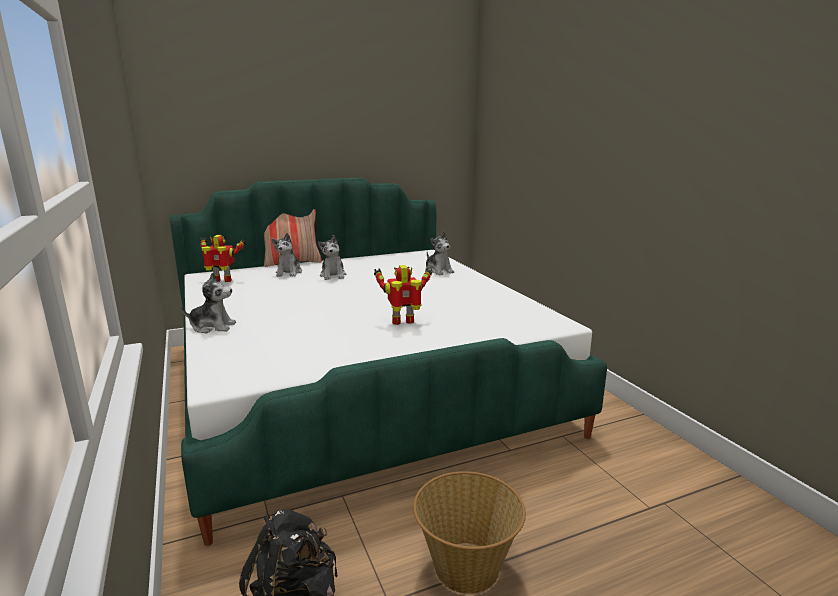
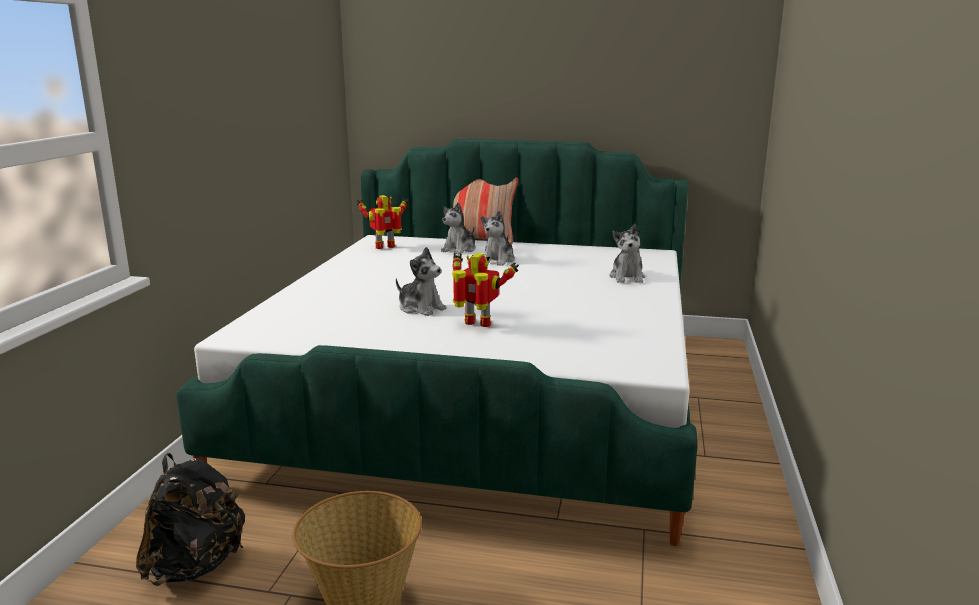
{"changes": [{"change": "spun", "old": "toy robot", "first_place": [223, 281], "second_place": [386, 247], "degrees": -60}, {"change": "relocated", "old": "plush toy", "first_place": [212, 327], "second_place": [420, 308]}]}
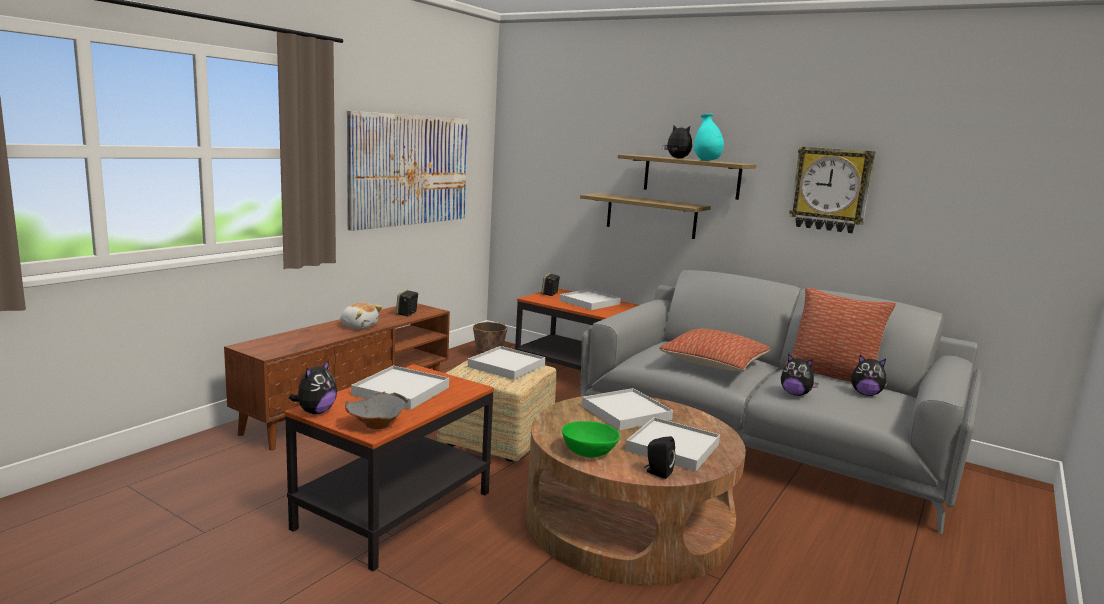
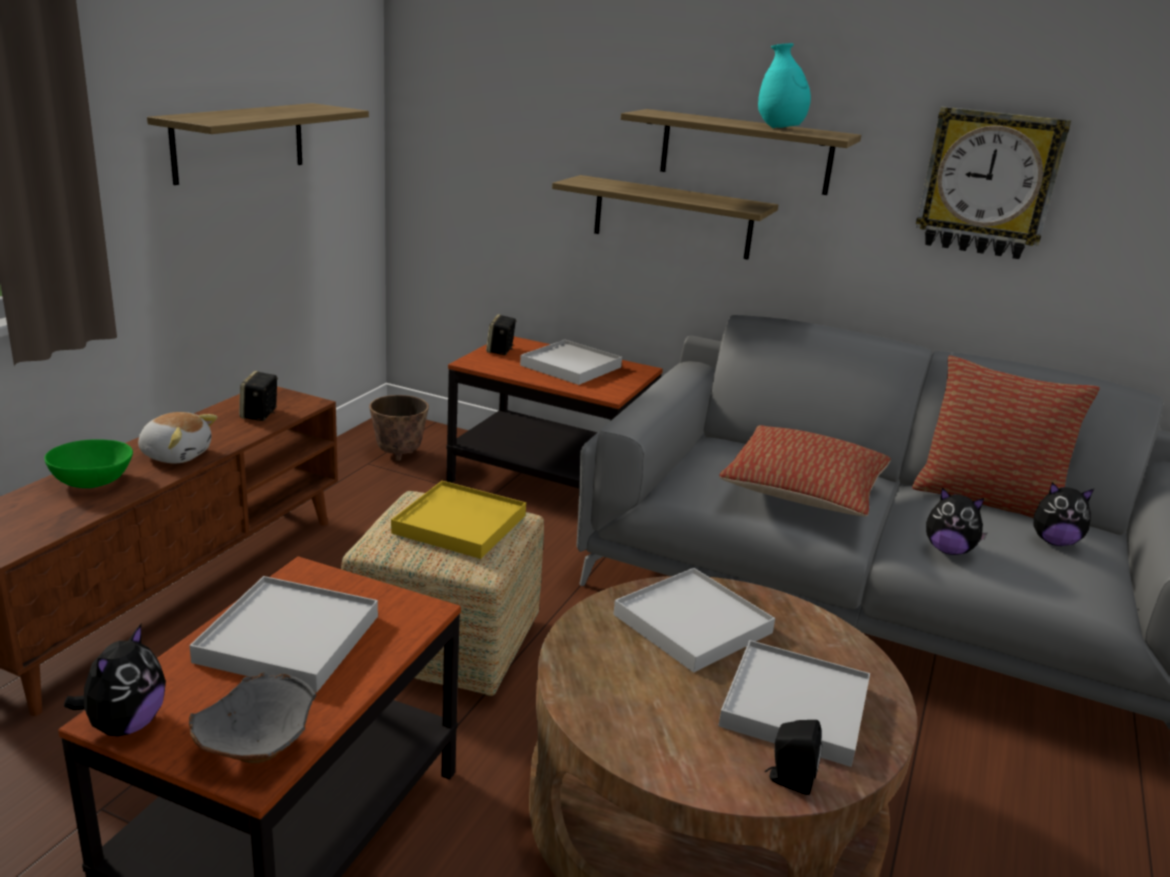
{"changes": [{"change": "relocated", "old": "green bowl", "first_place": [589, 451], "second_place": [92, 480]}, {"change": "exchanged", "old": "picture", "new": "shelf", "first_place": [410, 170], "second_place": [239, 141]}, {"change": "colour", "old": "white tray", "new": "yellow tray", "first_place": [507, 366], "second_place": [460, 524]}, {"change": "missing", "old": "plush toy", "first_place": [677, 158]}]}
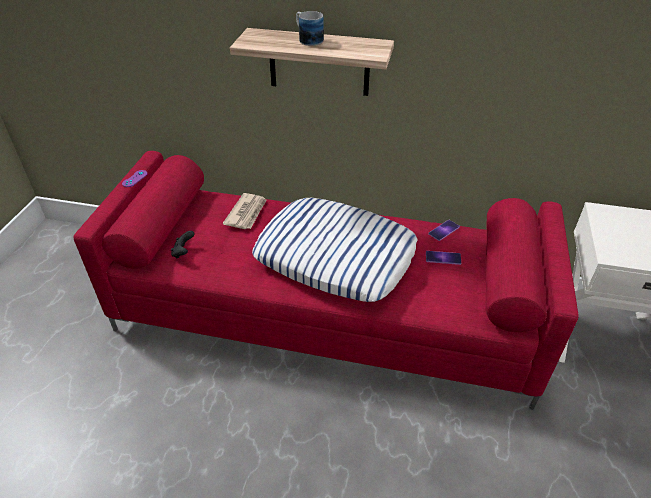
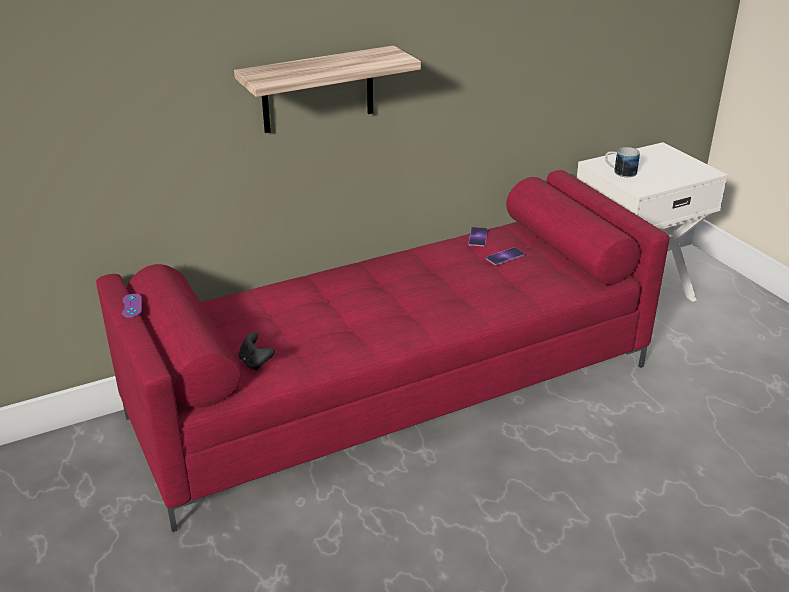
{"changes": [{"change": "relocated", "old": "mug", "first_place": [307, 39], "second_place": [619, 172]}, {"change": "missing", "old": "newspaper", "first_place": [247, 213]}, {"change": "missing", "old": "pillow", "first_place": [336, 256]}]}
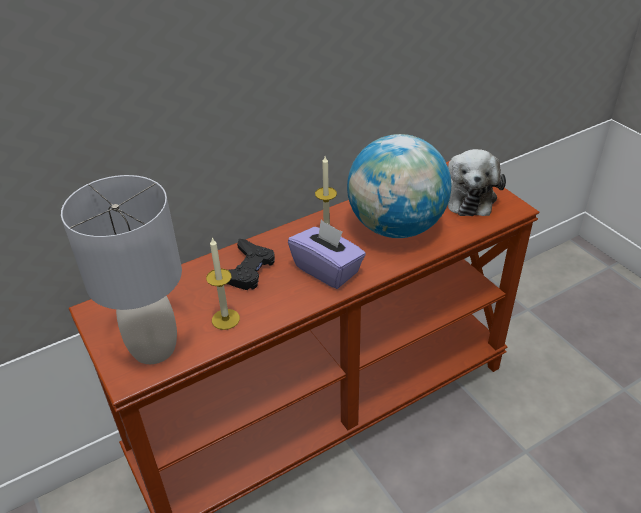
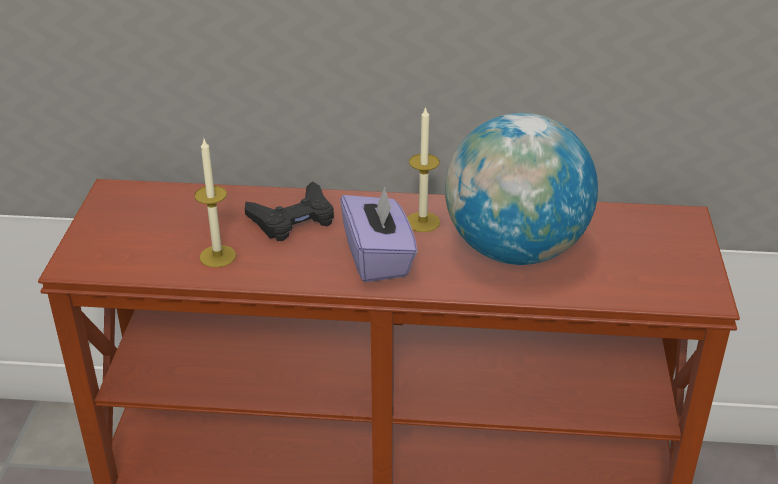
{"changes": [{"change": "missing", "old": "grey table lamp", "first_place": [155, 348]}, {"change": "missing", "old": "plush toy", "first_place": [467, 196]}]}
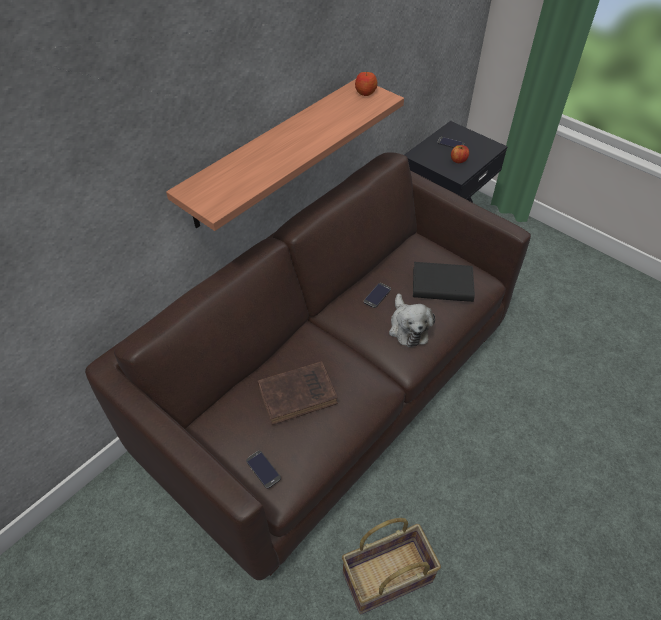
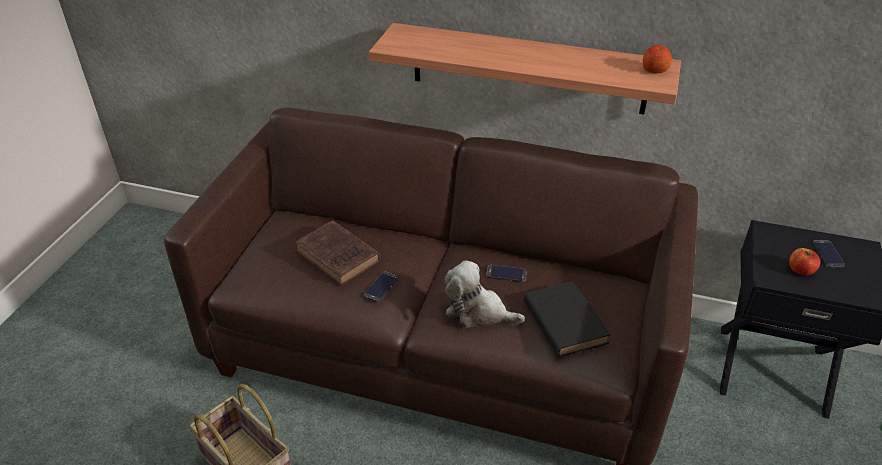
{"changes": [{"change": "relocated", "old": "phone", "first_place": [263, 469], "second_place": [381, 287]}, {"change": "spun", "old": "plush toy", "first_place": [408, 327], "second_place": [478, 312], "degrees": 60}]}
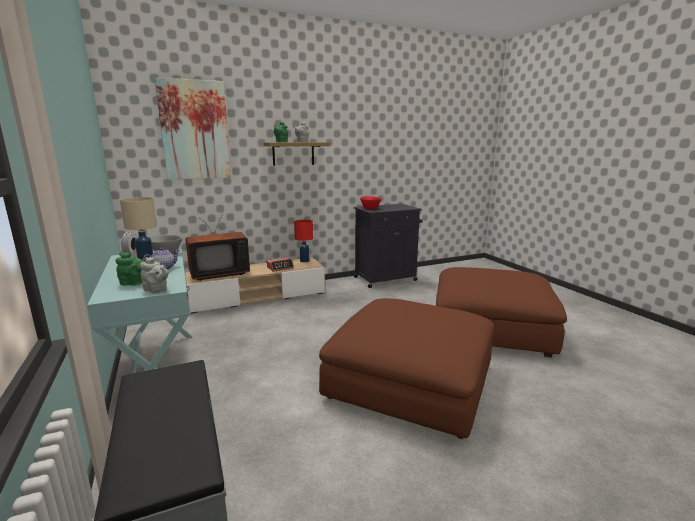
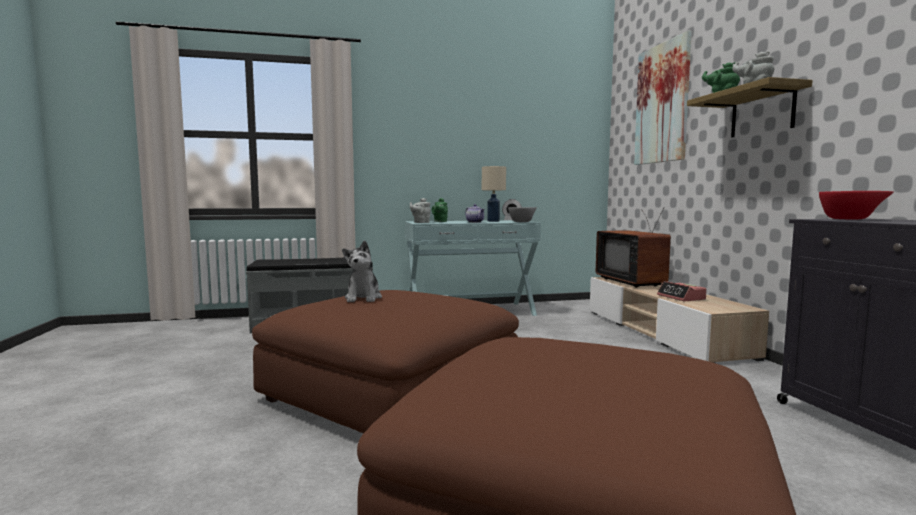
{"changes": [{"change": "appeared", "new": "plush toy", "second_place": [363, 298]}, {"change": "missing", "old": "red table lamp", "first_place": [304, 261]}]}
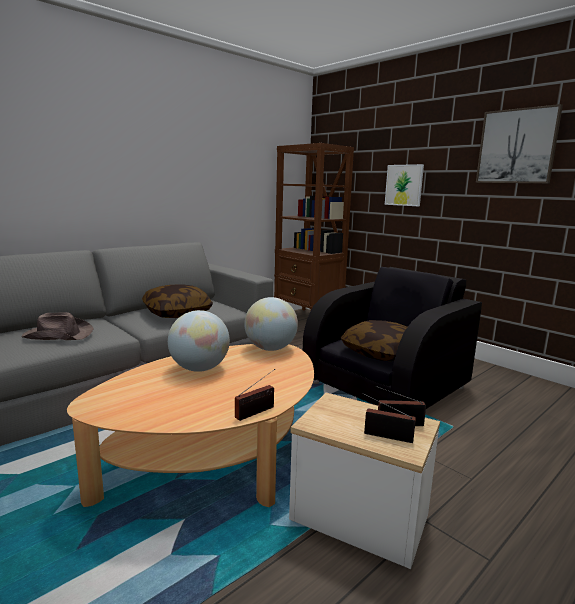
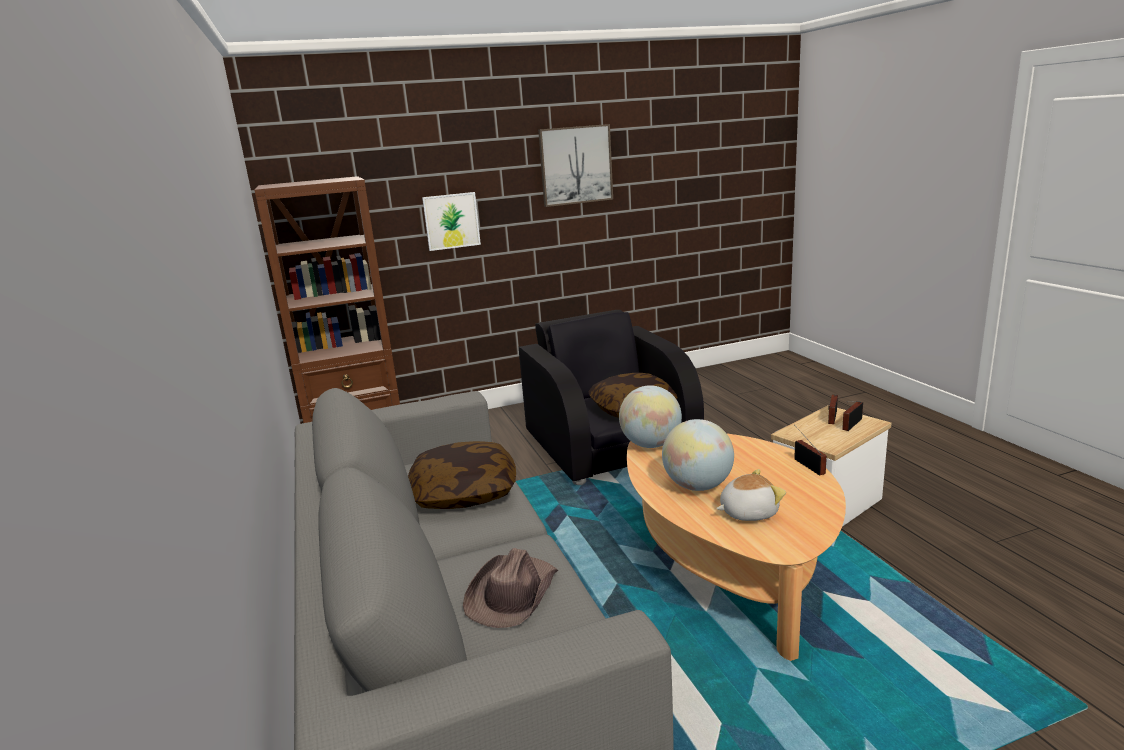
{"changes": [{"change": "appeared", "new": "plush toy", "second_place": [747, 512]}]}
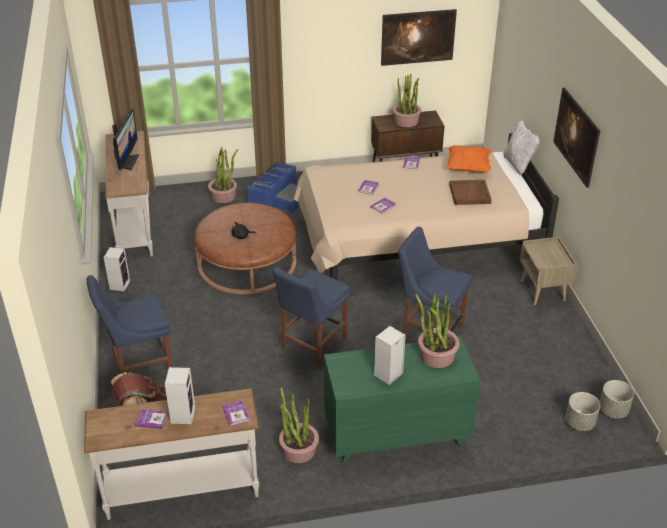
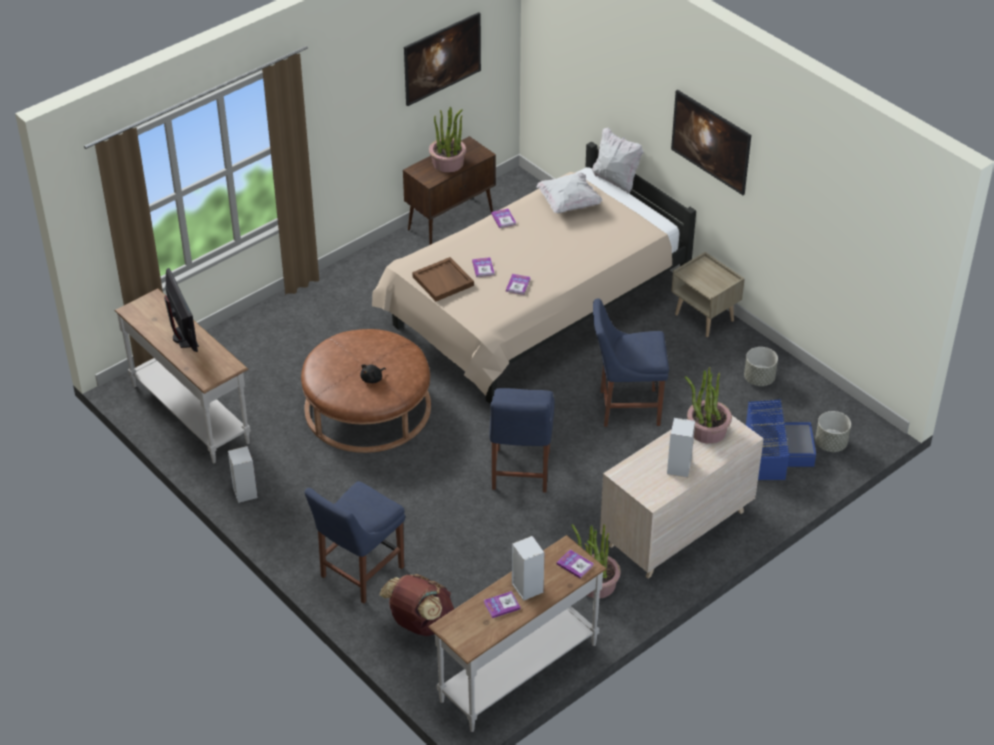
{"changes": [{"change": "relocated", "old": "brown tray", "first_place": [470, 194], "second_place": [443, 281]}, {"change": "colour", "old": "orange pillow", "new": "white pillow", "first_place": [468, 168], "second_place": [568, 203]}, {"change": "colour", "old": "green dresser", "new": "beige dresser", "first_place": [396, 435], "second_place": [676, 529]}, {"change": "relocated", "old": "grey planter", "first_place": [613, 410], "second_place": [759, 379]}, {"change": "relocated", "old": "blue storage box", "first_place": [279, 197], "second_place": [775, 450]}, {"change": "missing", "old": "potted plant", "first_place": [223, 196]}]}
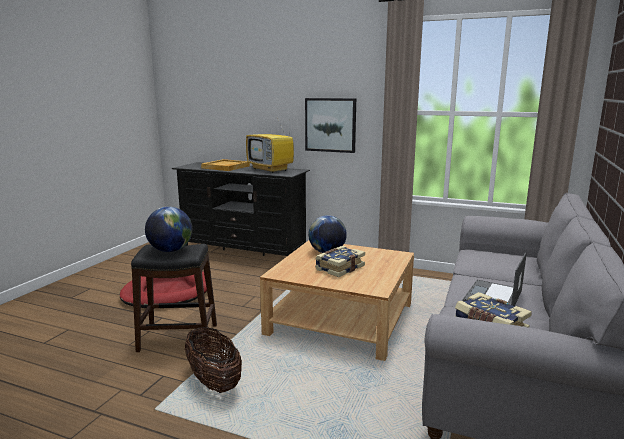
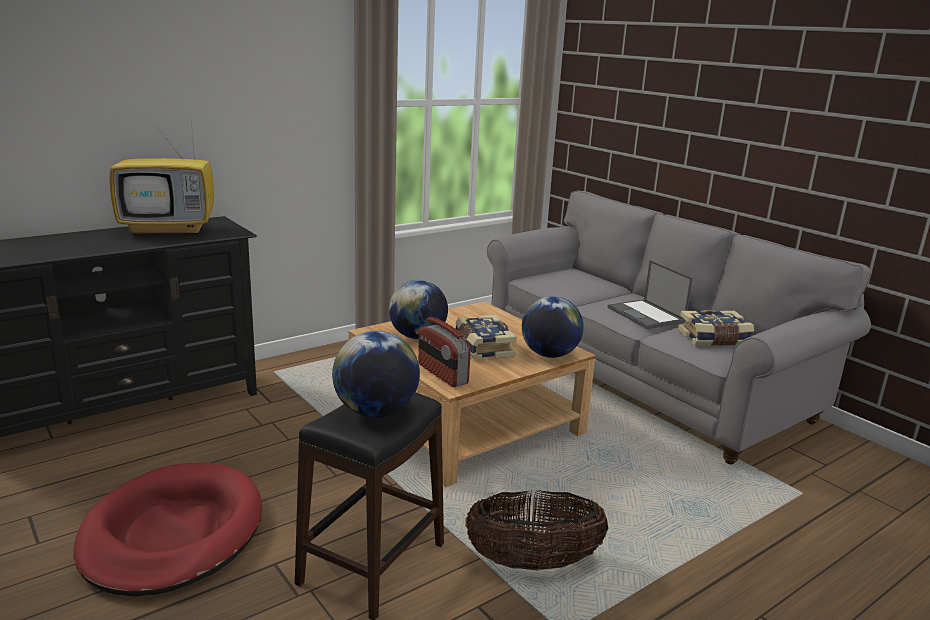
{"changes": [{"change": "appeared", "new": "radio", "second_place": [442, 374]}, {"change": "appeared", "new": "globe", "second_place": [549, 354]}, {"change": "missing", "old": "beige tray", "first_place": [225, 167]}, {"change": "missing", "old": "picture", "first_place": [330, 125]}]}
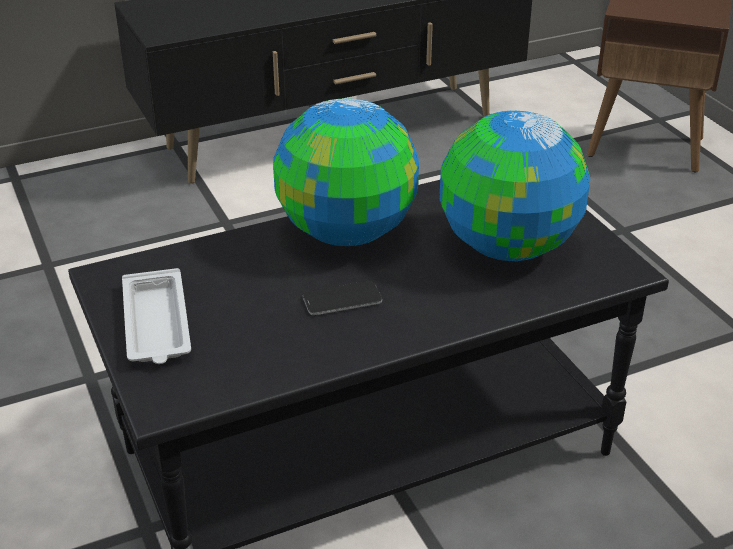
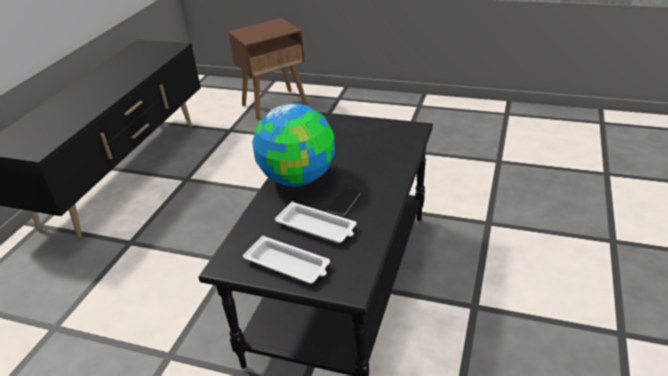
{"changes": [{"change": "appeared", "new": "white tray", "second_place": [317, 227]}, {"change": "missing", "old": "globe", "first_place": [507, 247]}]}
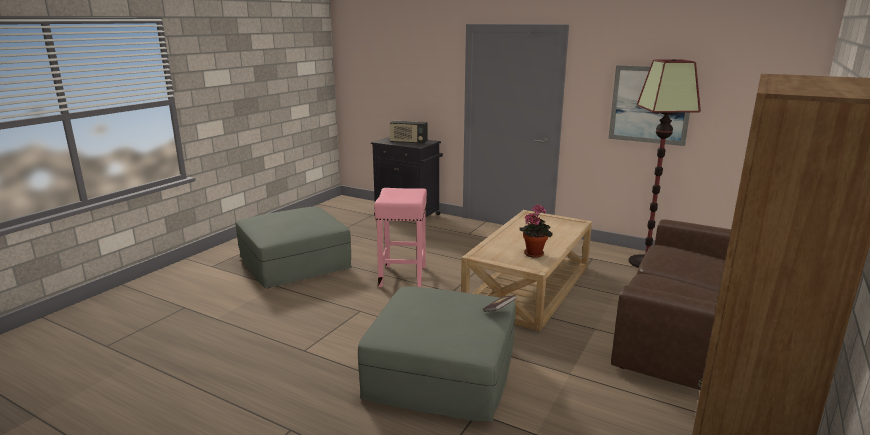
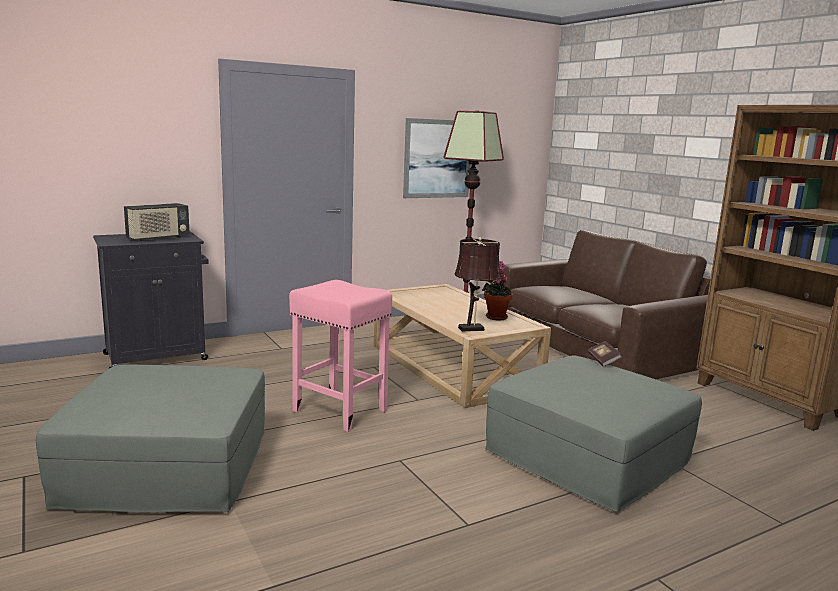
{"changes": [{"change": "appeared", "new": "brown table lamp", "second_place": [473, 329]}]}
